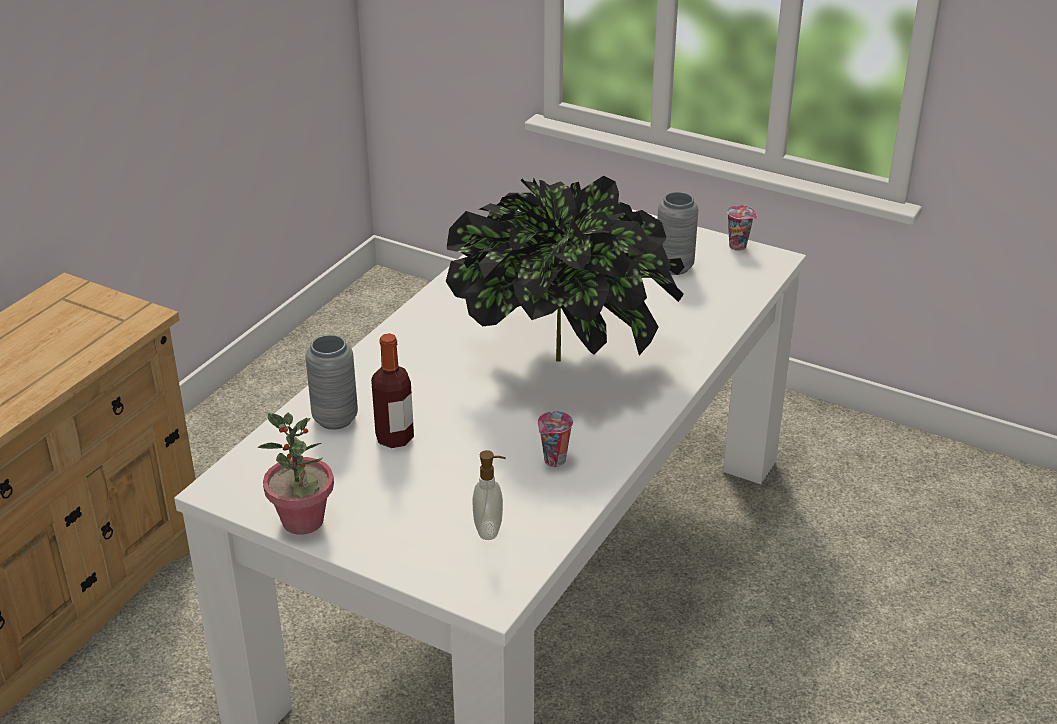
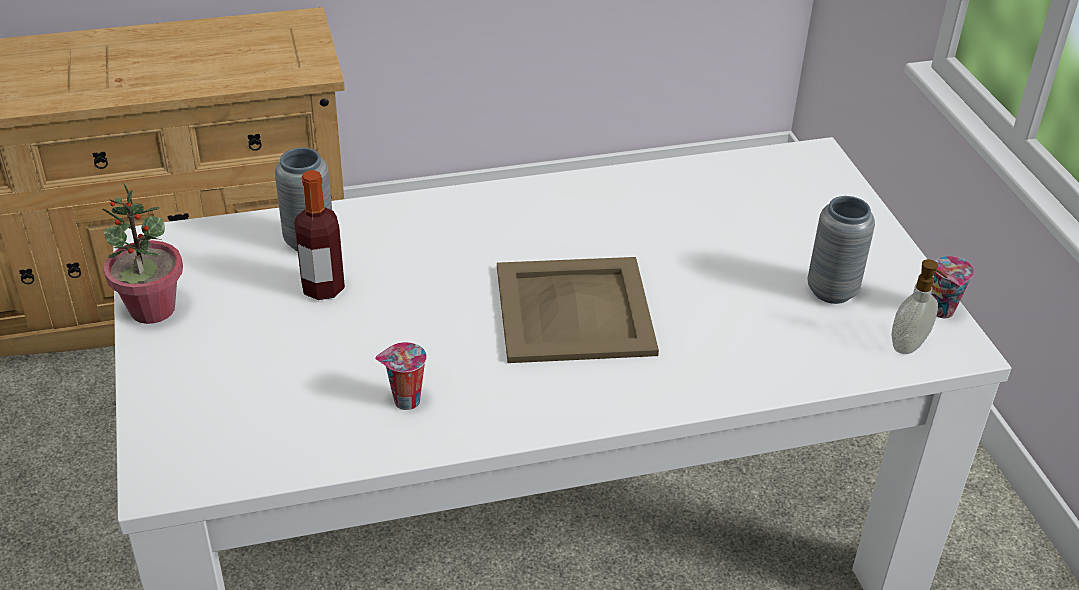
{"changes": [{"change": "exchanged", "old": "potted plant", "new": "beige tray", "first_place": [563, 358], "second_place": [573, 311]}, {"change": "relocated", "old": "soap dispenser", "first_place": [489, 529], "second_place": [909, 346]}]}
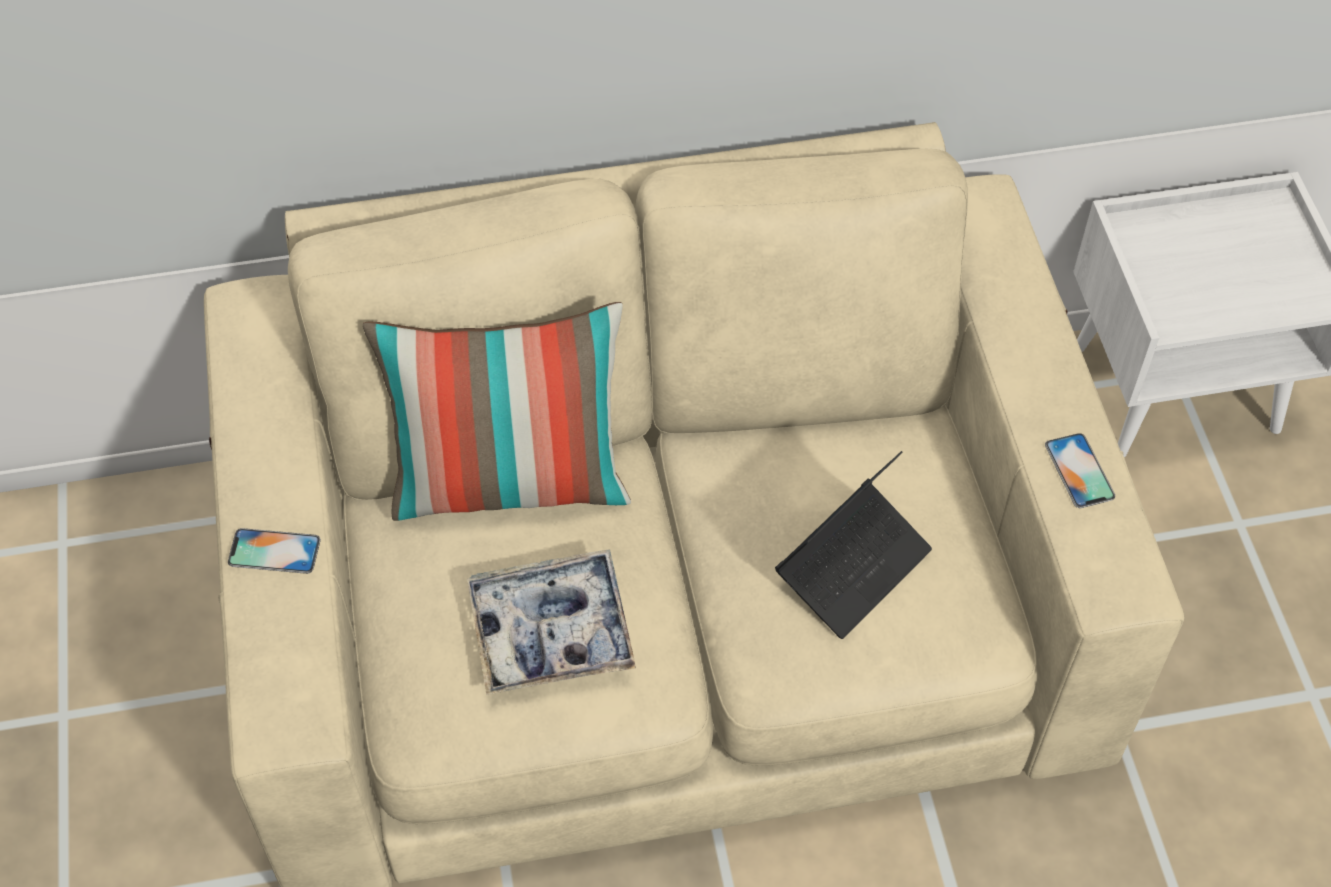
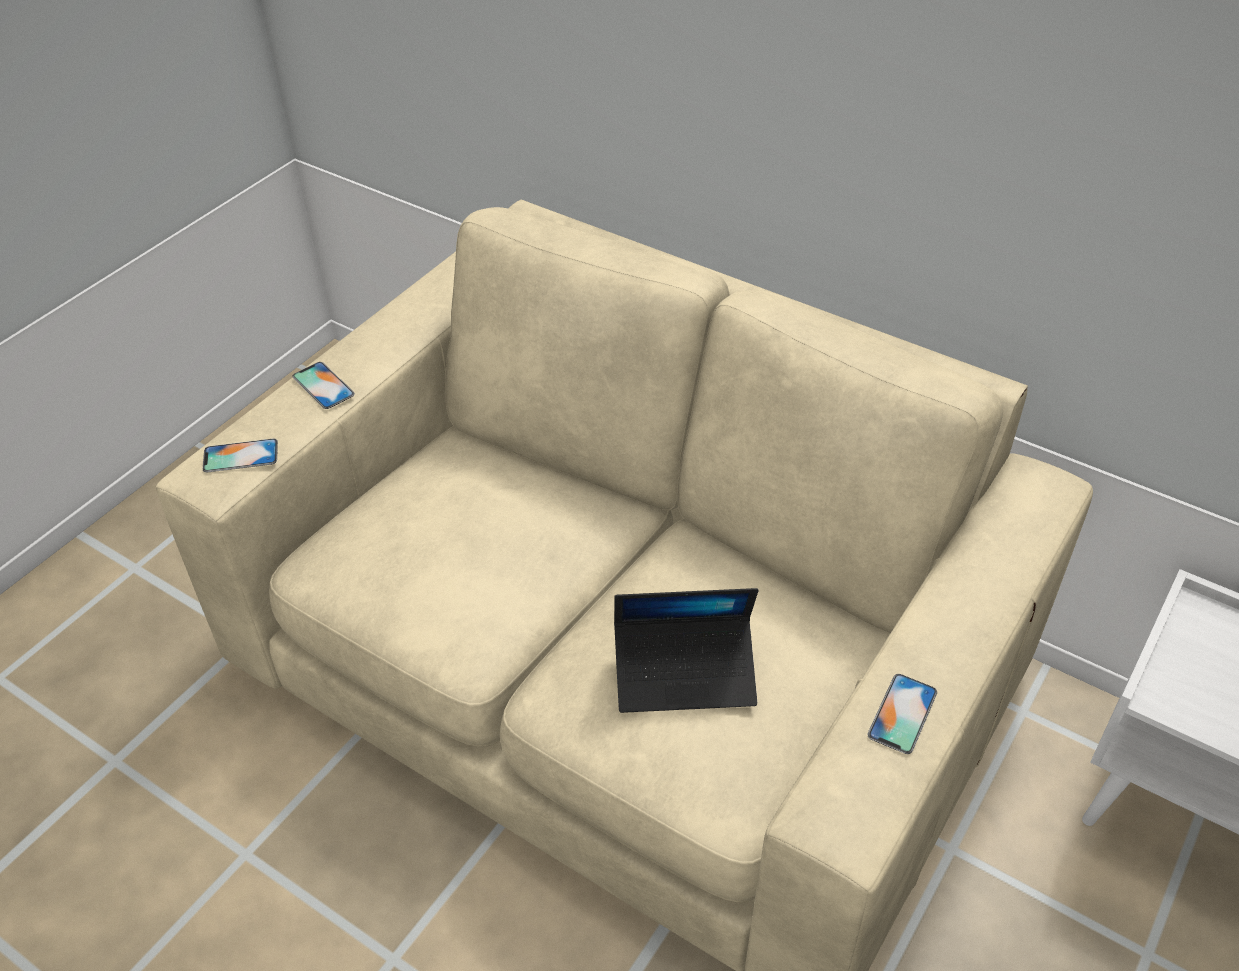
{"changes": [{"change": "appeared", "new": "phone", "second_place": [240, 456]}, {"change": "missing", "old": "pillow", "first_place": [511, 481]}, {"change": "missing", "old": "tray", "first_place": [551, 631]}]}
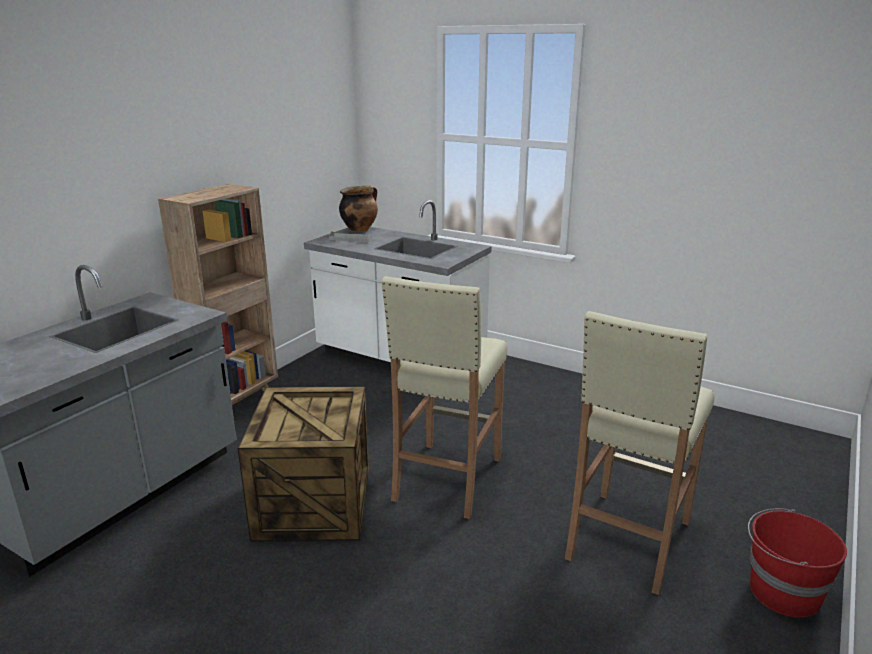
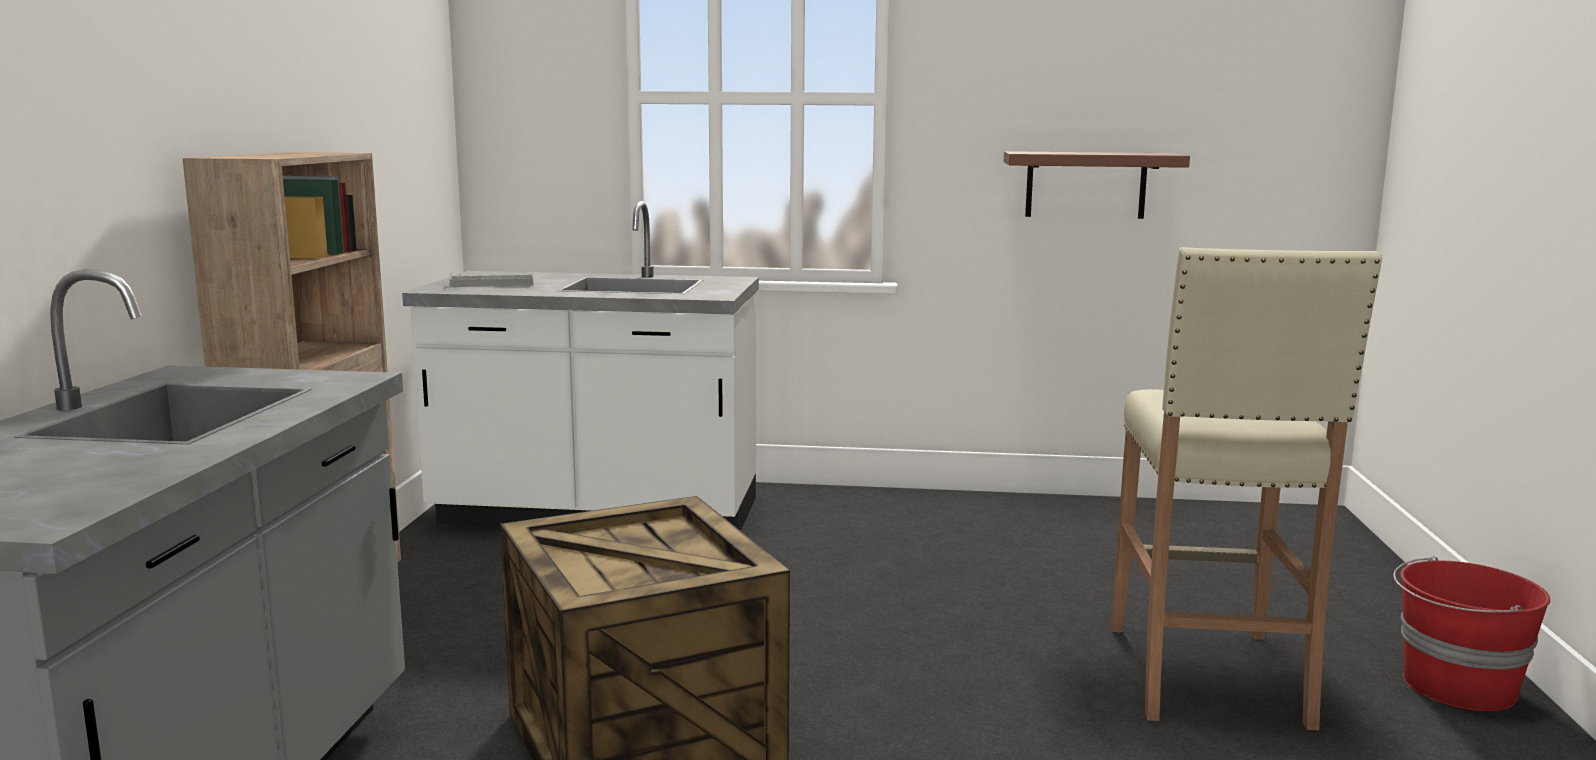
{"changes": [{"change": "appeared", "new": "brown shelf", "second_place": [1085, 185]}, {"change": "missing", "old": "cooking pot", "first_place": [359, 229]}, {"change": "missing", "old": "beige stool", "first_place": [446, 479]}]}
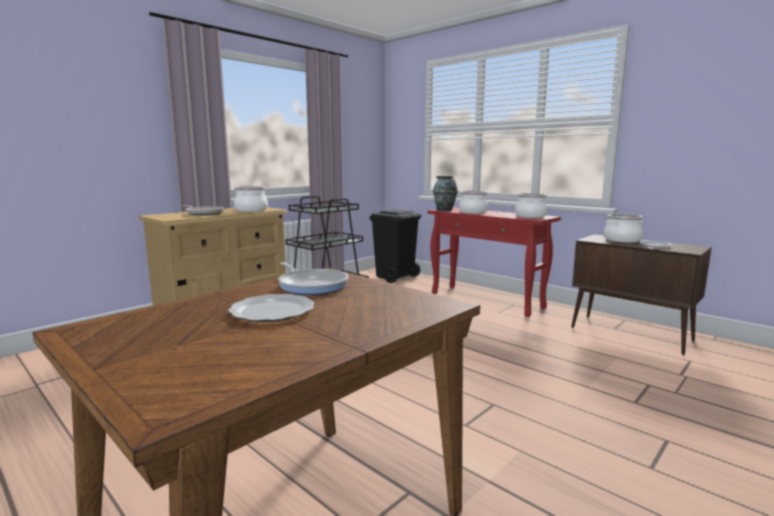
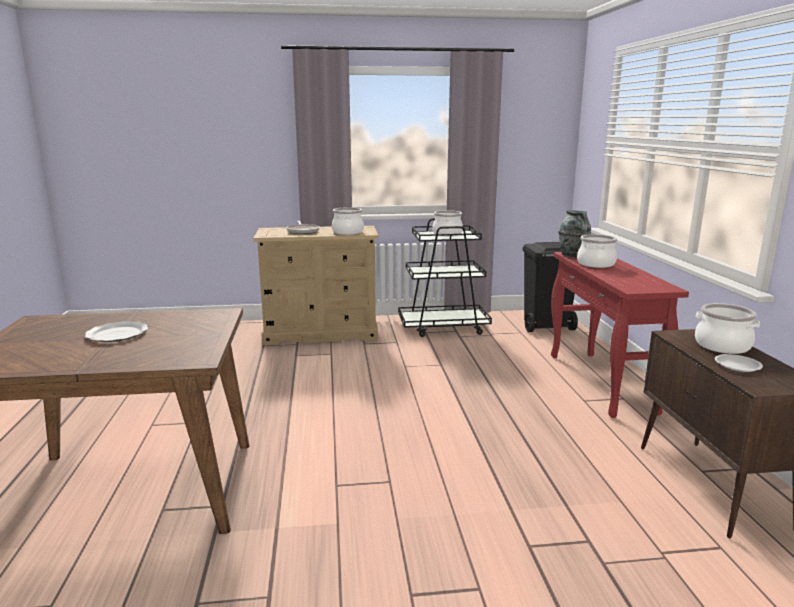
{"changes": [{"change": "relocated", "old": "cooking pot", "first_place": [530, 216], "second_place": [447, 234]}, {"change": "missing", "old": "frying pan", "first_place": [312, 285]}]}
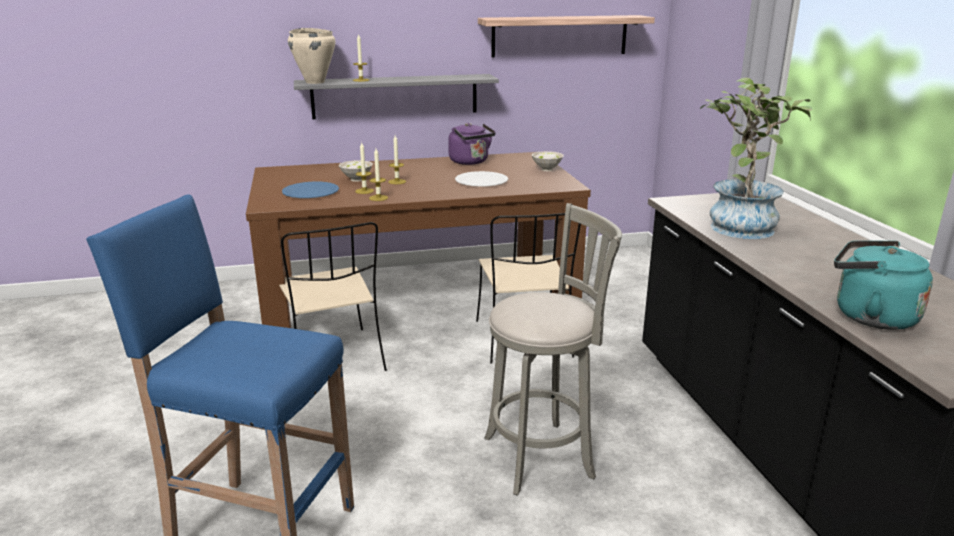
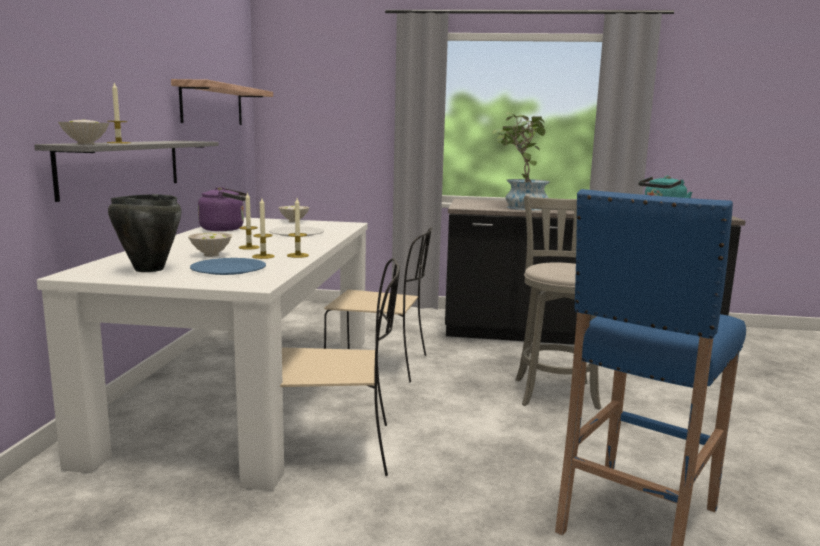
{"changes": [{"change": "colour", "old": "brown dining table", "new": "white dining table", "first_place": [418, 302], "second_place": [249, 390]}, {"change": "exchanged", "old": "beige cooking pot", "new": "white bowl", "first_place": [315, 82], "second_place": [85, 144]}, {"change": "appeared", "new": "black cooking pot", "second_place": [148, 269]}]}
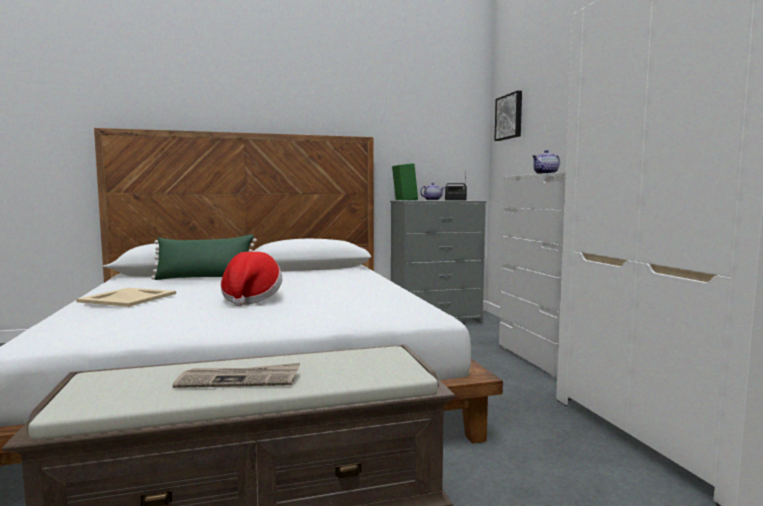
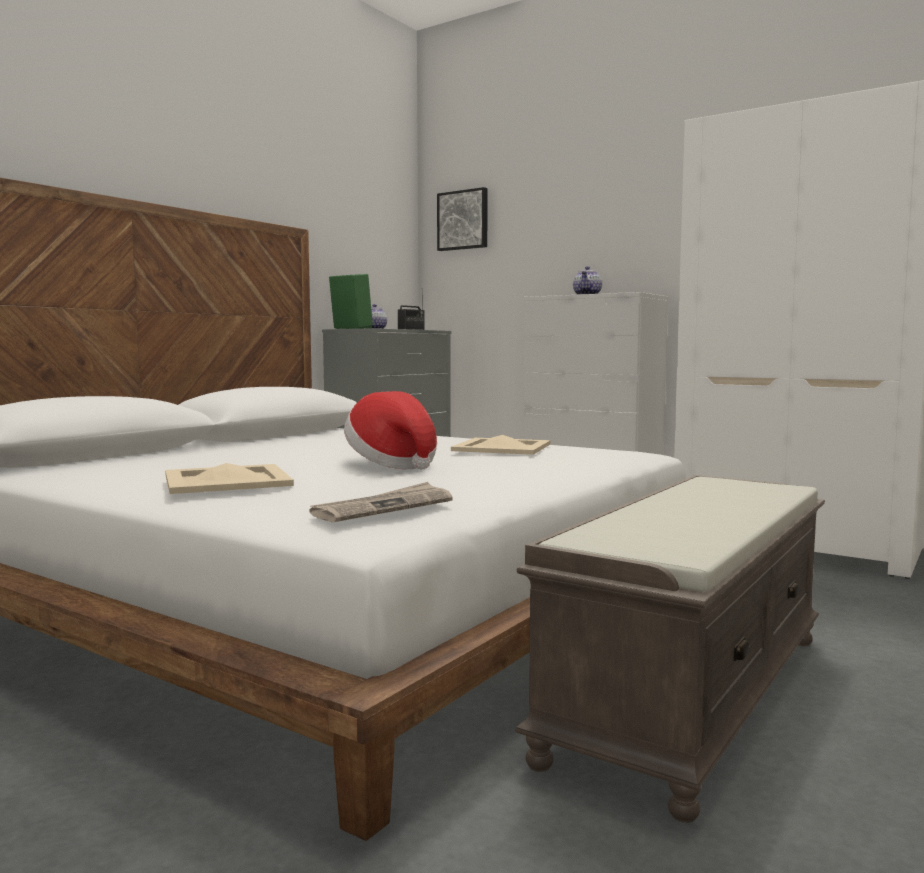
{"changes": [{"change": "relocated", "old": "newspaper", "first_place": [239, 380], "second_place": [383, 507]}, {"change": "appeared", "new": "beige tray", "second_place": [501, 447]}, {"change": "missing", "old": "green pillow", "first_place": [205, 278]}]}
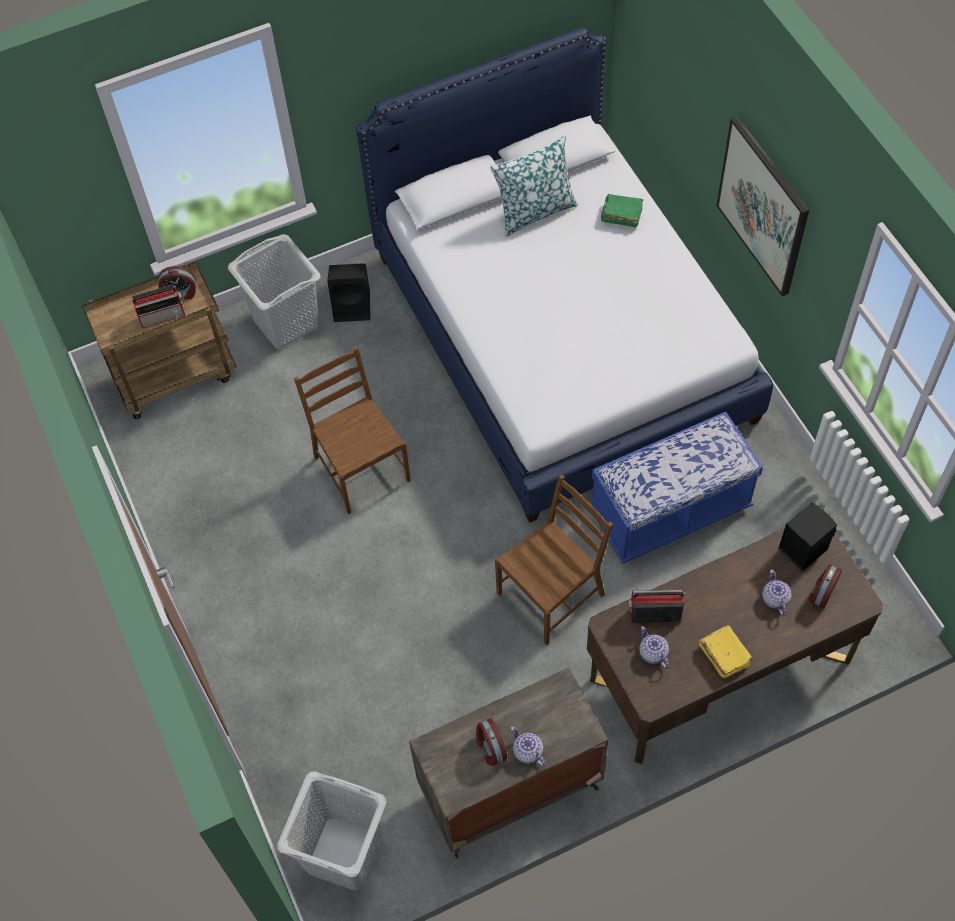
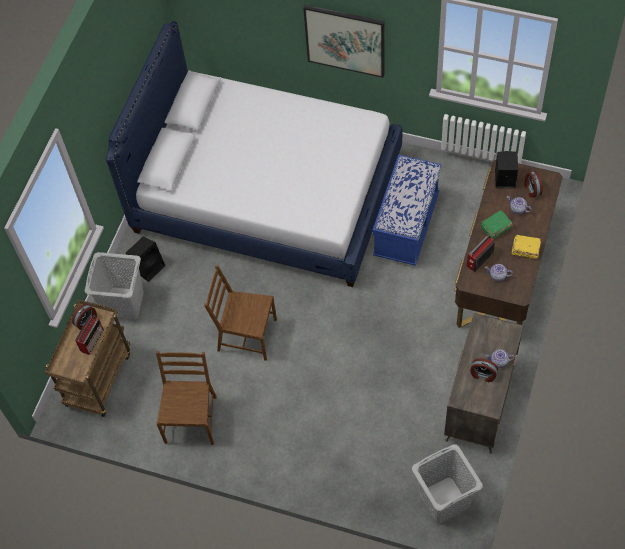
{"changes": [{"change": "relocated", "old": "brown chair", "first_place": [551, 594], "second_place": [191, 419]}, {"change": "relocated", "old": "green book", "first_place": [621, 215], "second_place": [495, 228]}, {"change": "missing", "old": "pillow", "first_place": [534, 211]}]}
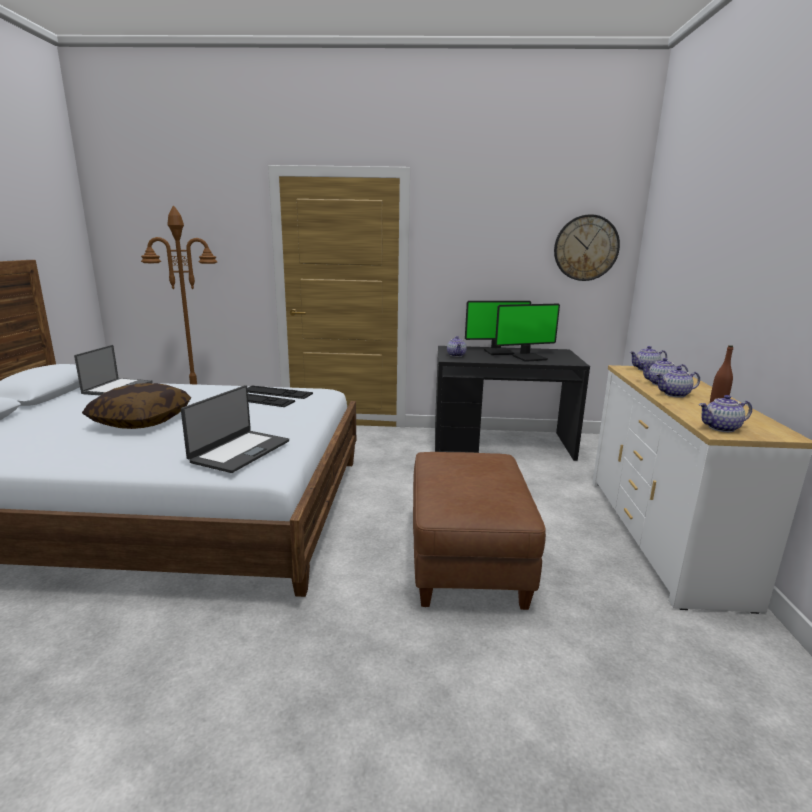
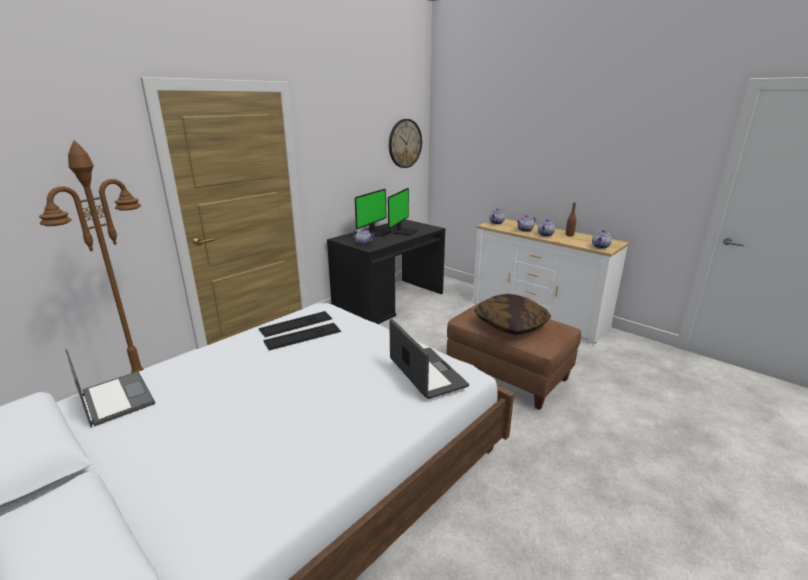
{"changes": [{"change": "relocated", "old": "pillow", "first_place": [141, 420], "second_place": [510, 325]}]}
